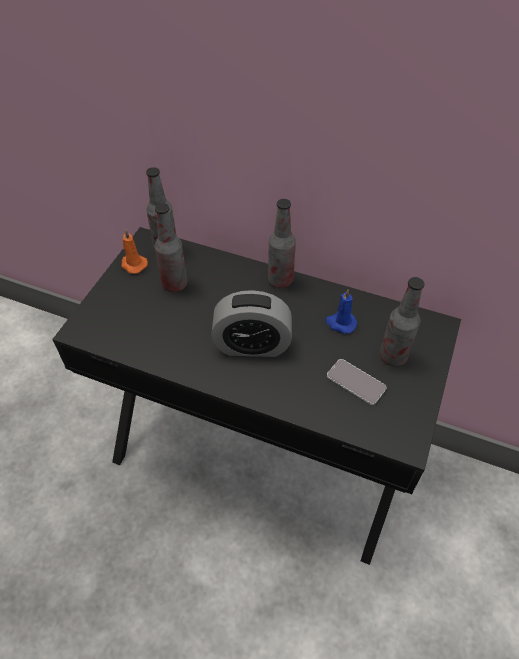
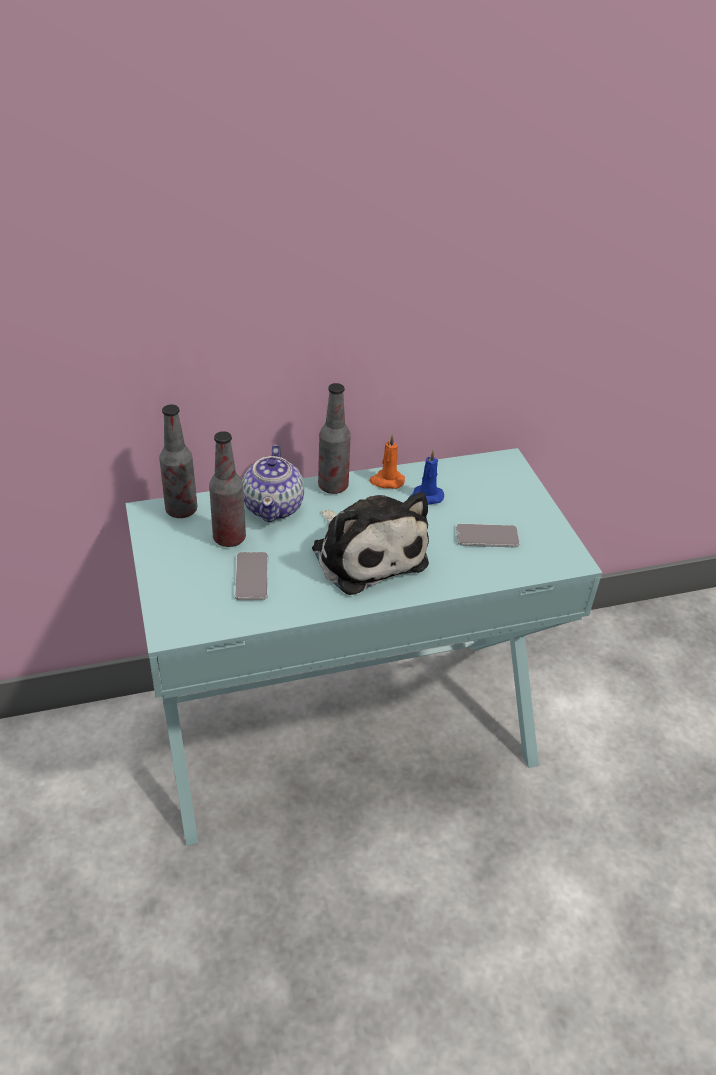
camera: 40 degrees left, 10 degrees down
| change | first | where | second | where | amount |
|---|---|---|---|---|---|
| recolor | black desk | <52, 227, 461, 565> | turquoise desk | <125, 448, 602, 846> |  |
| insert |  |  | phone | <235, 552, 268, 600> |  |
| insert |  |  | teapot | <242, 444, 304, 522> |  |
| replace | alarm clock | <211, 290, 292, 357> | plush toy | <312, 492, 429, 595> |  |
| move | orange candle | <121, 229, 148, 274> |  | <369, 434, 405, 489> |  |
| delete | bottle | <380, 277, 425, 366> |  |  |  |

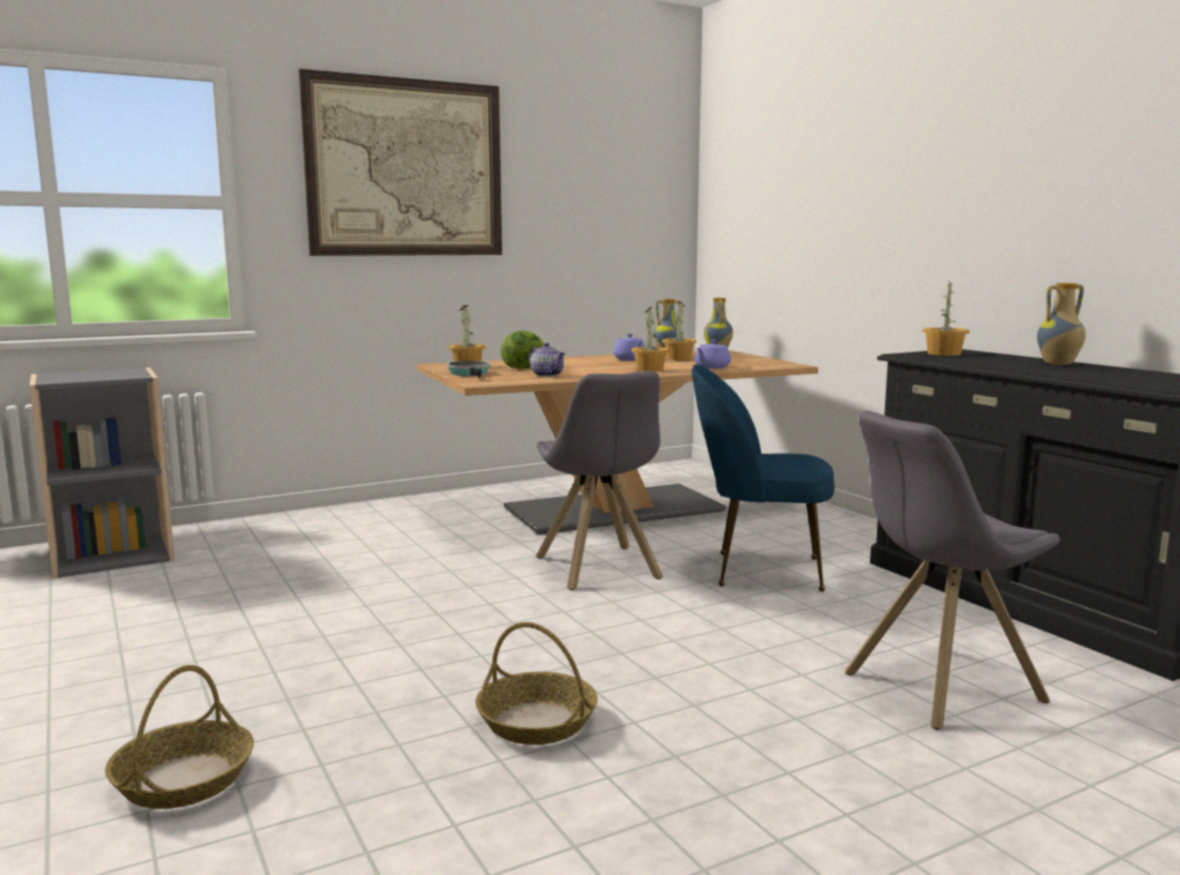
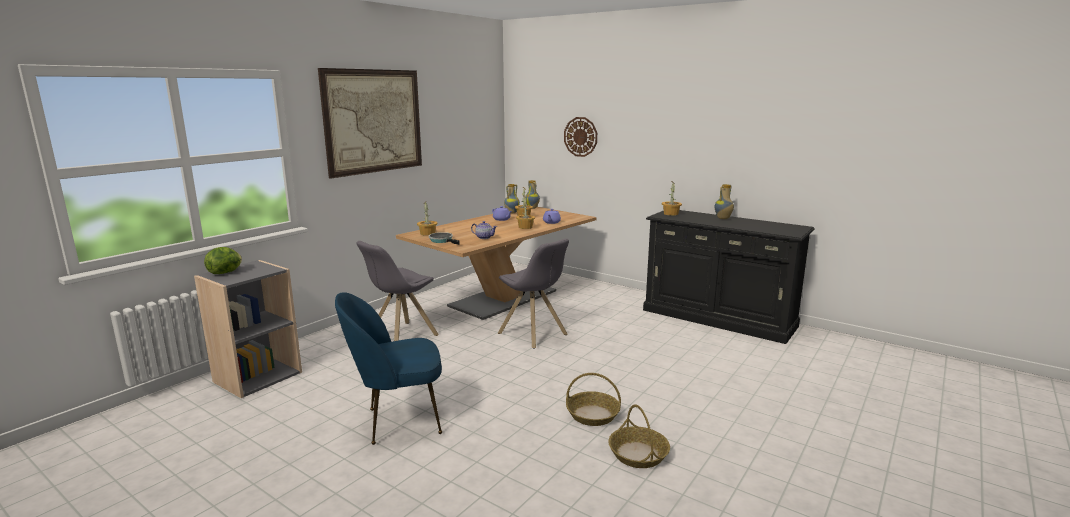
camera: 25 degrees left, 5 degrees up
| change | first | where | second | where | amount |
|---|---|---|---|---|---|
| move | lettuce | <501, 330, 544, 369> |  | <204, 247, 242, 274> |  |
| move | blue chair | <692, 364, 834, 592> |  | <335, 292, 442, 445> |  |
| move | grey chair | <845, 410, 1060, 730> |  | <357, 241, 438, 341> |  |
| insert |  |  | wall clock | <564, 117, 597, 157> |  |
| move | basket | <105, 665, 254, 809> |  | <608, 404, 670, 468> |  |

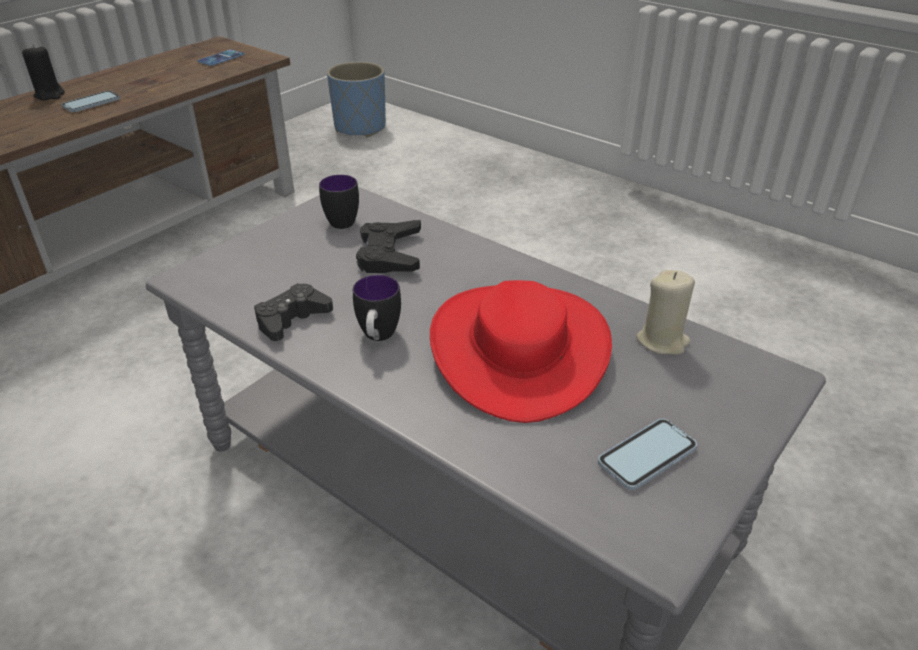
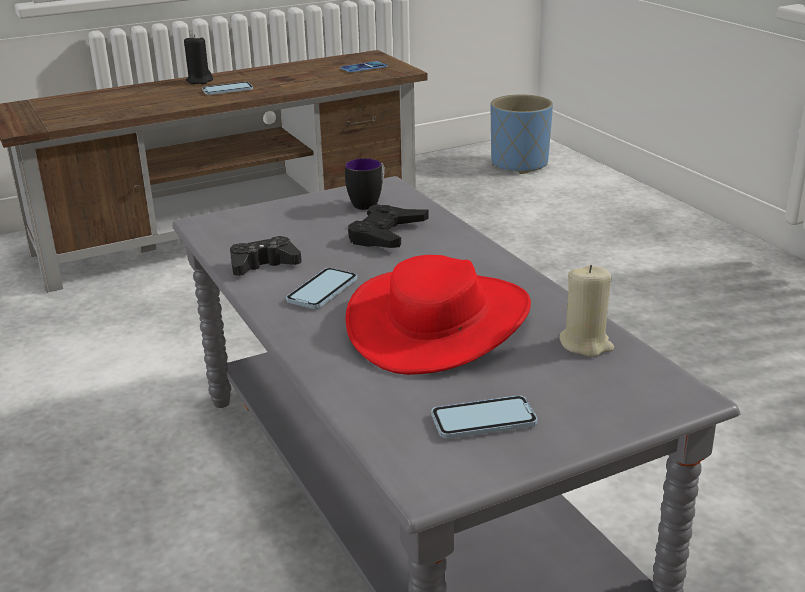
camera: 25 degrees right, 10 degrees down
| change | first | where | second | where | amount |
|---|---|---|---|---|---|
| replace | mug | <353, 275, 401, 341> | phone | <286, 268, 357, 309> |  |

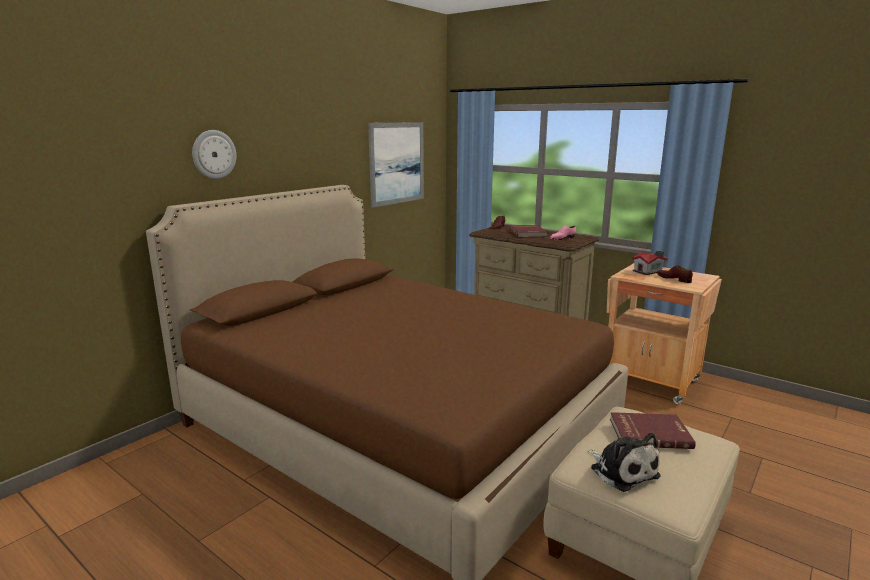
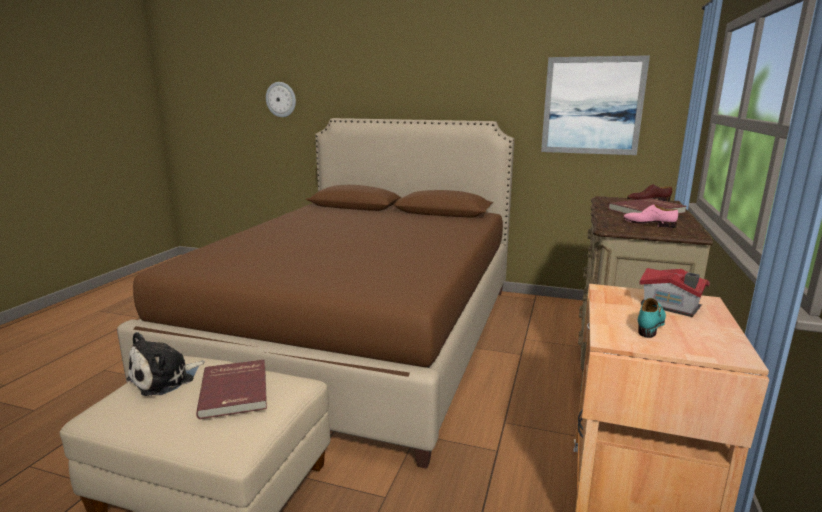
camera: 70 degrees right, 0 degrees up
| change | first | where | second | where | amount |
|---|---|---|---|---|---|
| move | wall clock | <192, 130, 236, 179> |  | <266, 82, 296, 117> |  |
| recolor | brown shoe | <657, 265, 693, 283> | turquoise shoe | <638, 298, 666, 338> |  |

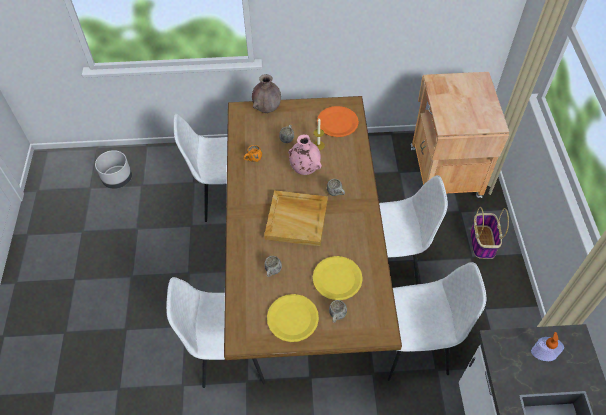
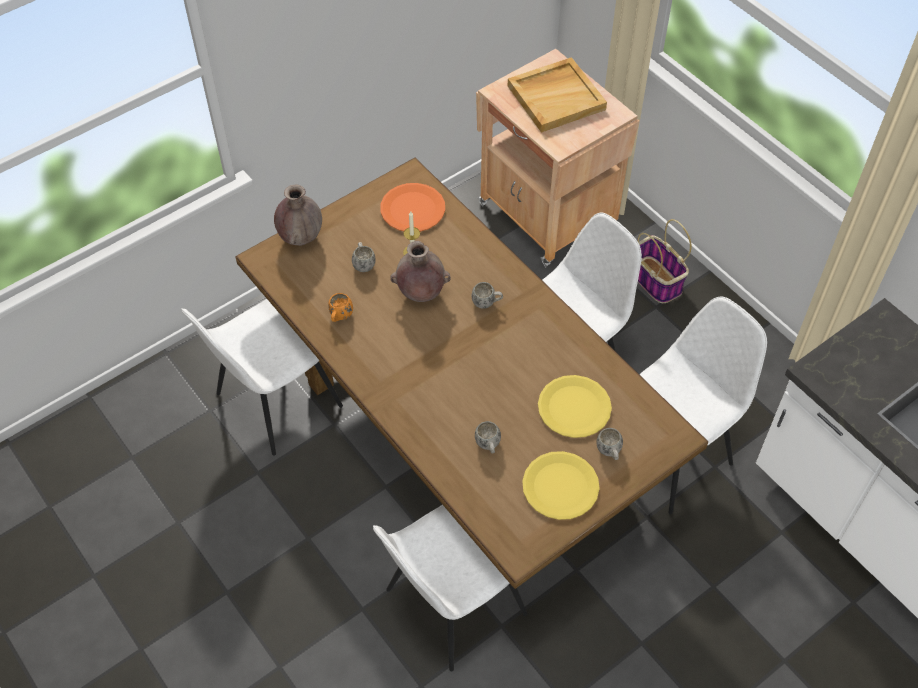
camera: 35 degrees left, 0 degrees up
| change | first | where | second | where | amount |
|---|---|---|---|---|---|
| recolor | pink vase | <288, 134, 322, 175> | brown vase | <390, 241, 451, 302> |  |
| move | beige tray | <264, 190, 328, 246> |  | <508, 57, 607, 133> |  |
| delete | grey planter | <95, 150, 132, 189> |  |  |  |
| delete | soap dispenser | <531, 332, 564, 361> |  |  |  |

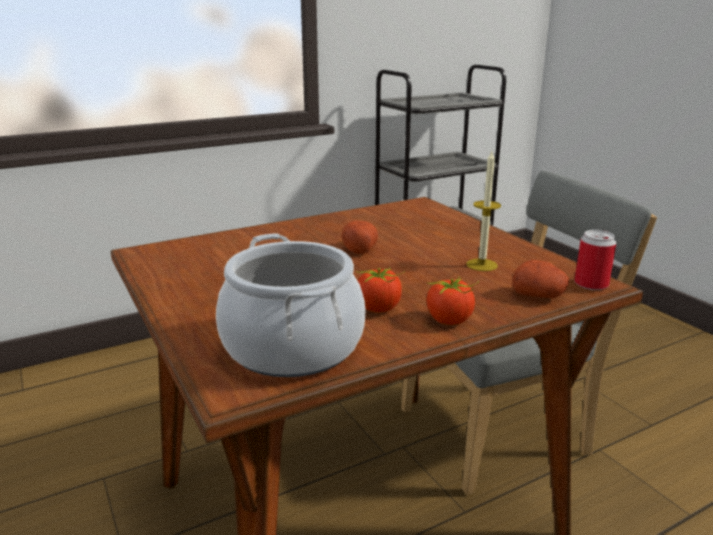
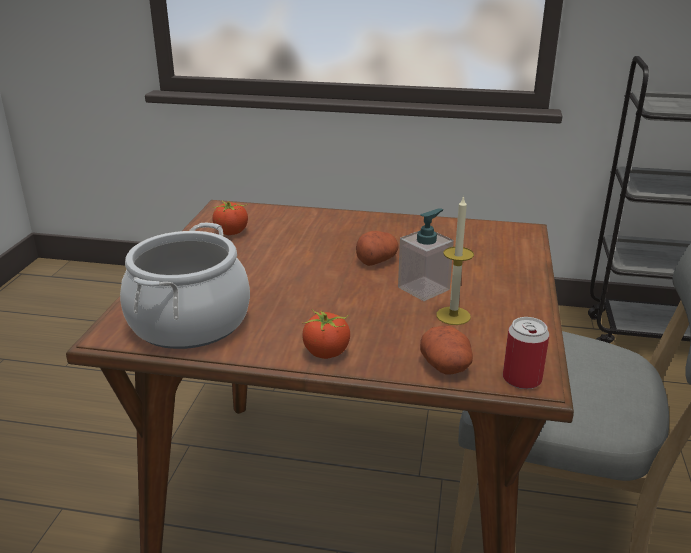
camera: 40 degrees right, 5 degrees up
| change | first | where | second | where | amount |
|---|---|---|---|---|---|
| move | tomato | <356, 267, 405, 313> |  | <211, 201, 248, 235> |  |
| insert |  |  | soap dispenser | <398, 208, 454, 301> |  |

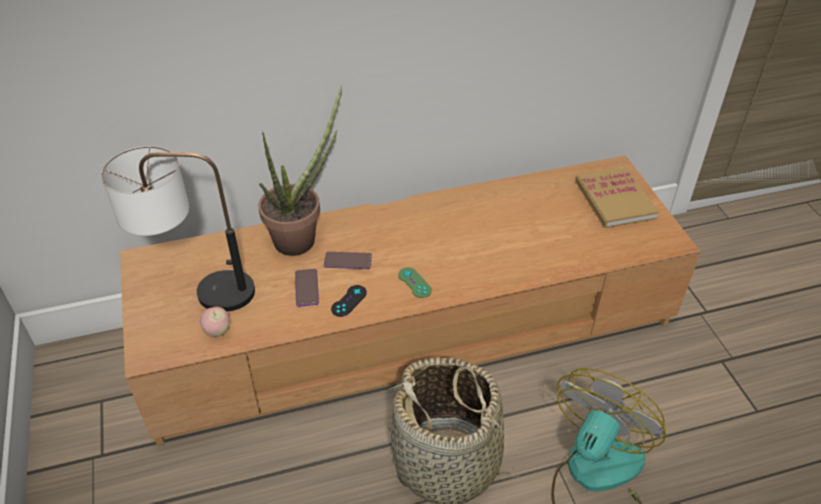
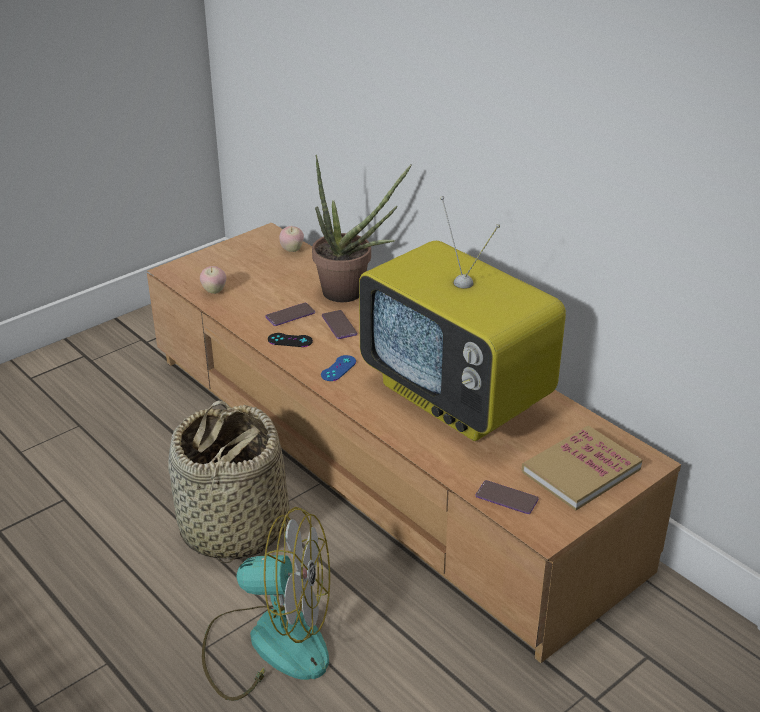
camera: 65 degrees right, 10 degrees down
| change | first | where | second | where | amount |
|---|---|---|---|---|---|
| insert |  |  | apple | <279, 226, 304, 252> |  |
| recolor | green game controller | <398, 267, 432, 298> | blue game controller | <321, 355, 356, 381> |  |
| insert |  |  | television | <359, 196, 566, 441> |  |
| insert |  |  | phone | <476, 480, 539, 514> |  |
| delete | table lamp | <101, 146, 255, 311> |  |  |  |

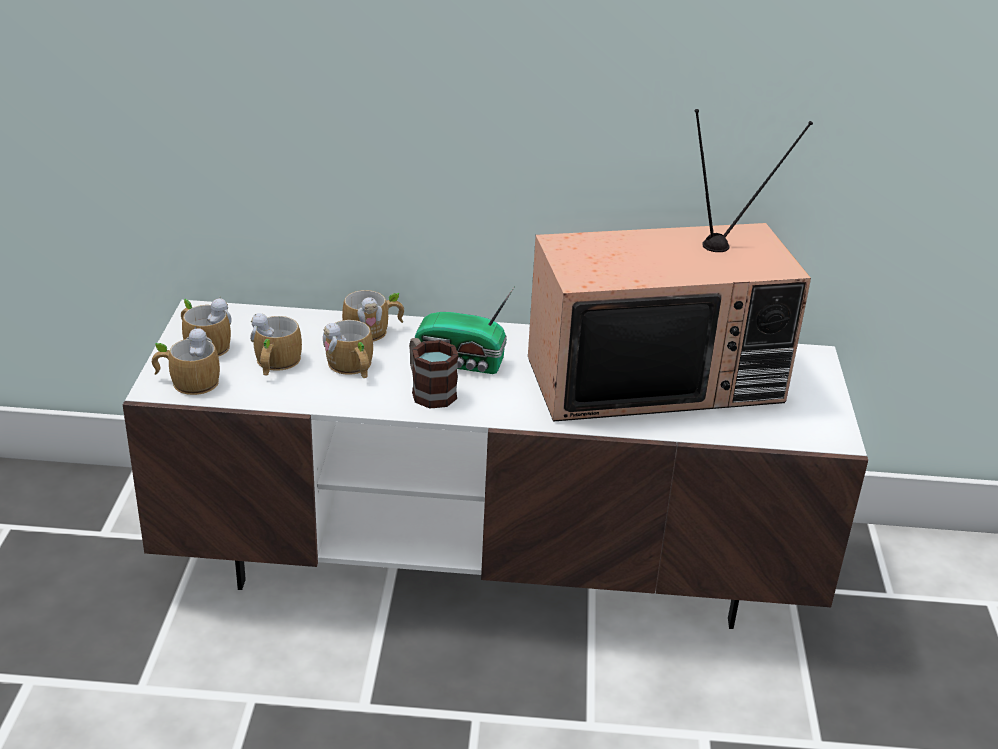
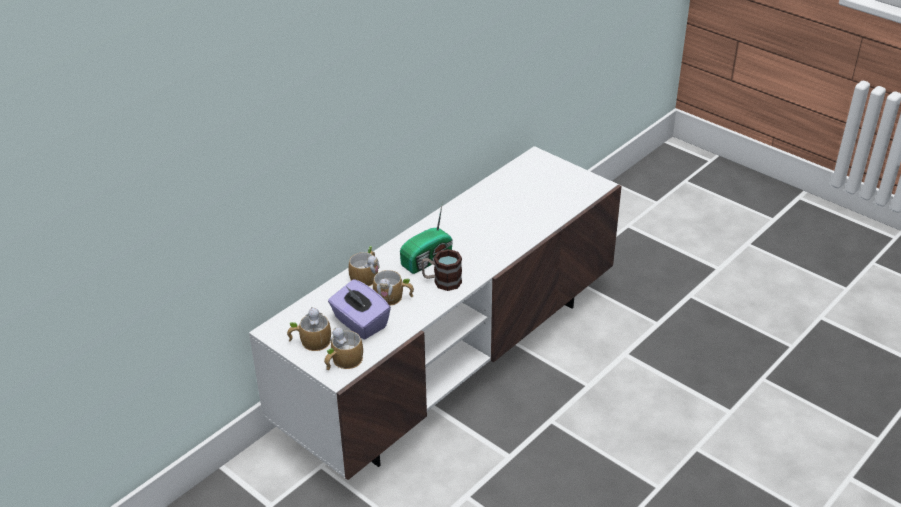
camera: 50 degrees left, 5 degrees up
| change | first | where | second | where | amount |
|---|---|---|---|---|---|
| replace | mug | <250, 313, 302, 375> | purple tissue box | <328, 279, 391, 339> |  |
| delete | television | <528, 109, 813, 422> |  |  |  |

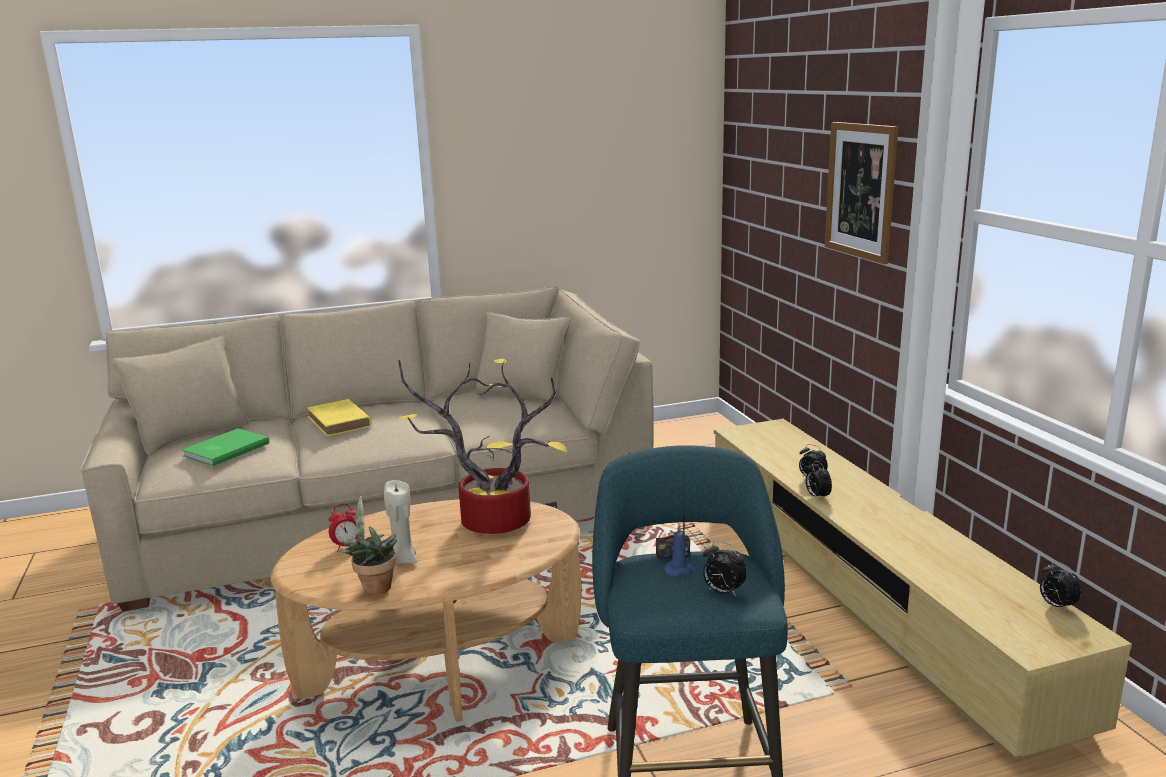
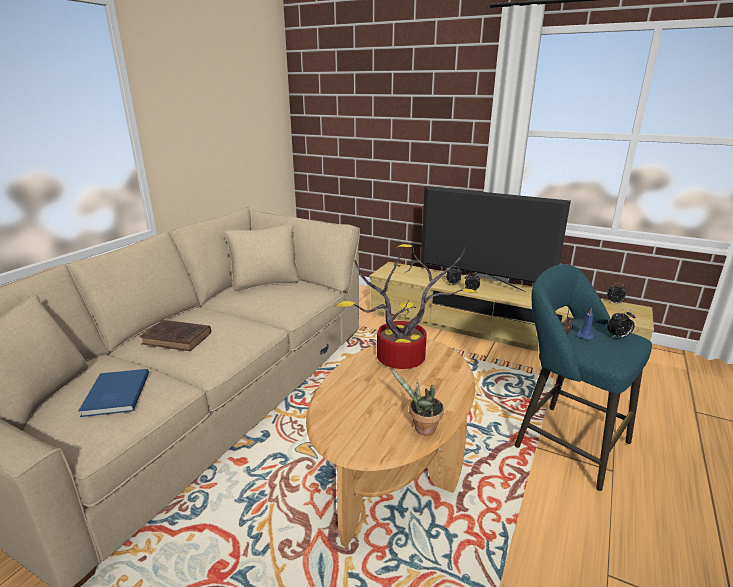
camera: 45 degrees left, 5 degrees up
| change | first | where | second | where | amount |
|---|---|---|---|---|---|
| recolor | green book | <182, 428, 269, 466> | blue book | <78, 369, 149, 417> |  |
| recolor | yellow book | <307, 399, 372, 436> | brown book | <140, 320, 211, 351> |  |
| insert |  |  | television | <421, 186, 571, 292> |  |
| delete | alarm clock | <328, 504, 358, 551> |  |  |  |
| delete | beige candle | <384, 480, 417, 565> |  |  |  |
| delete | picture | <825, 122, 898, 264> |  |  |  |

